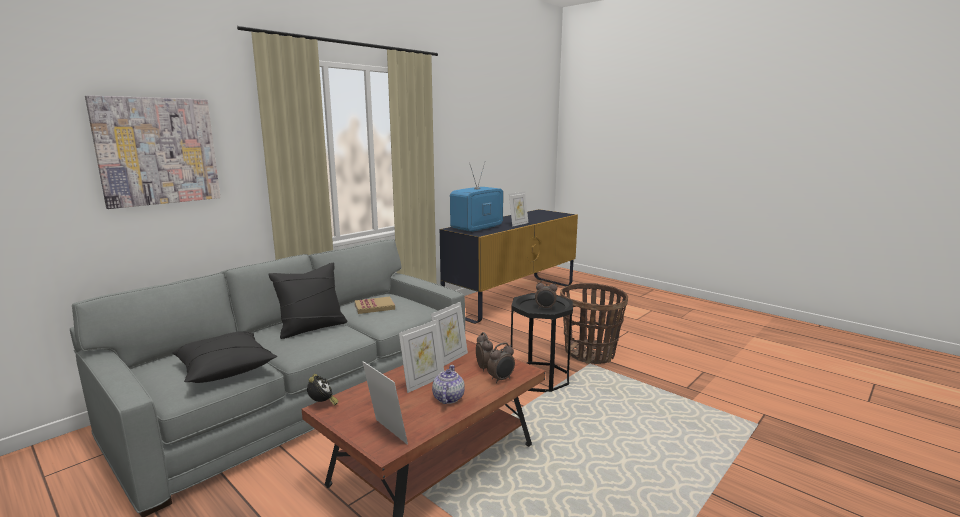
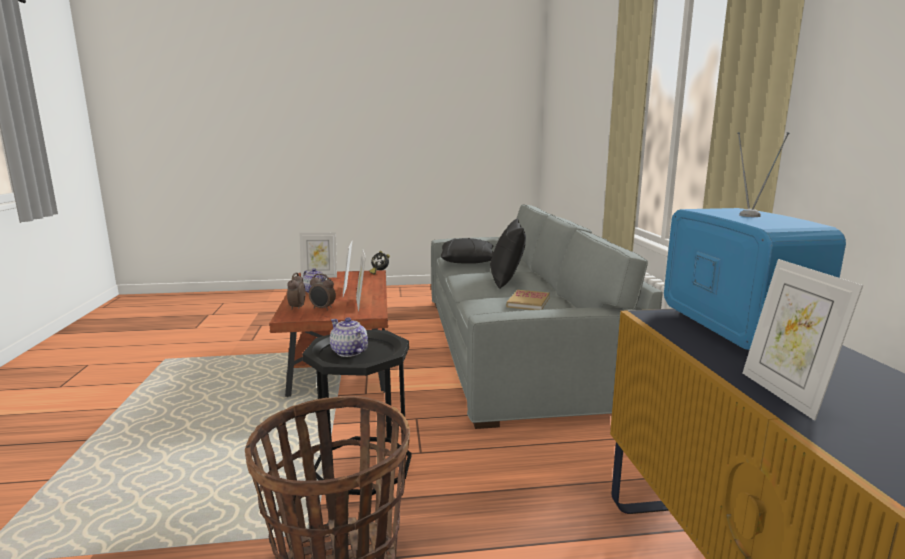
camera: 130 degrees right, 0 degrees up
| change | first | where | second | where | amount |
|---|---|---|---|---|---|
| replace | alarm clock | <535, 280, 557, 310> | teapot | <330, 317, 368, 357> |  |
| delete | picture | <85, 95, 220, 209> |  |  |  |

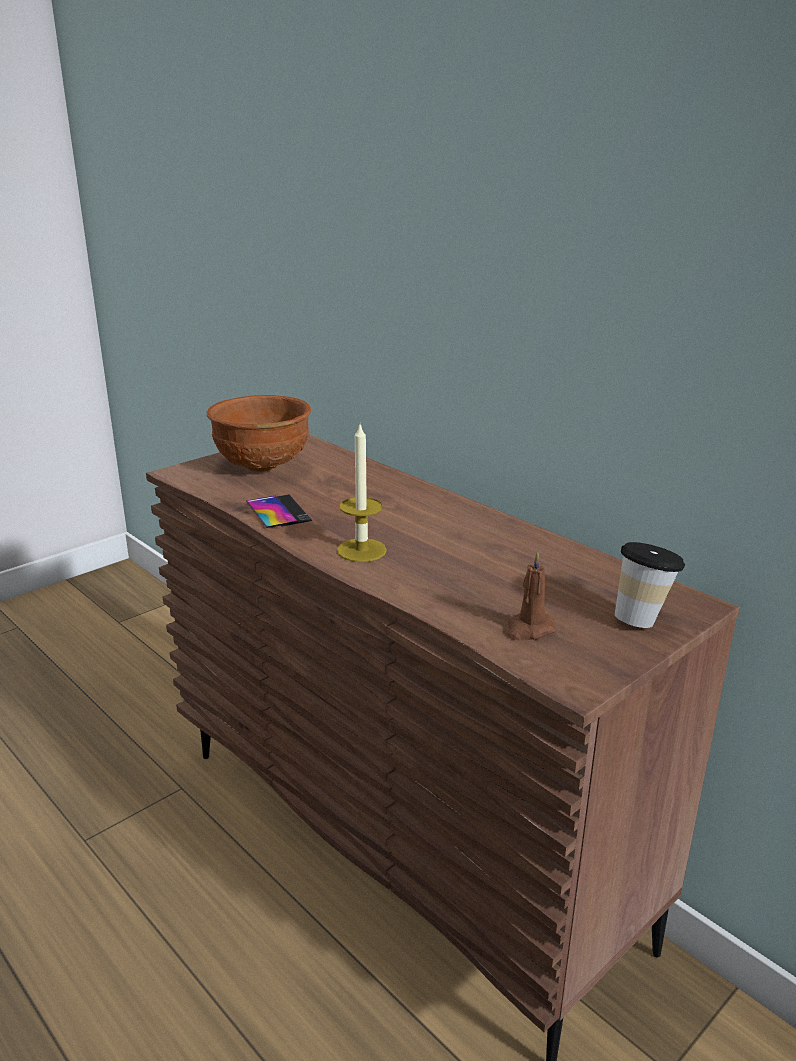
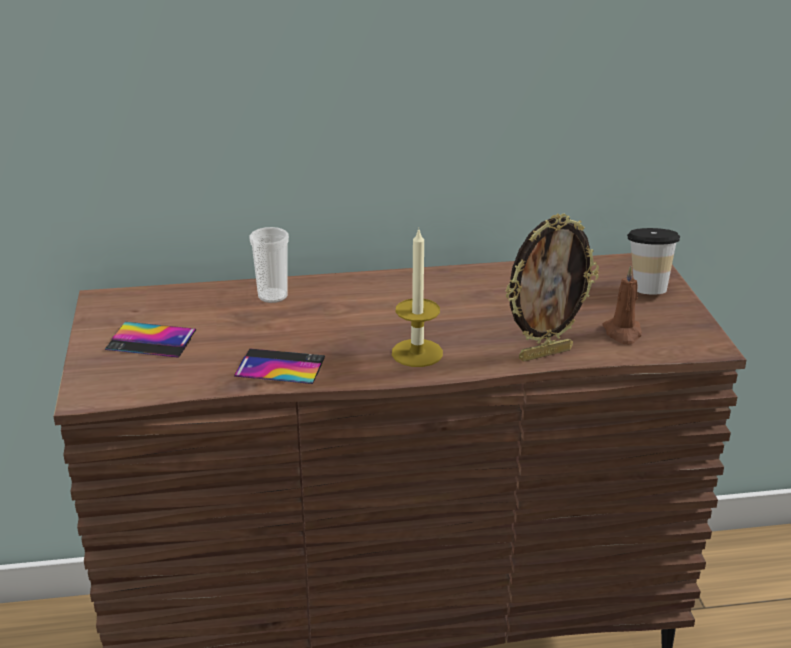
camera: 55 degrees left, 5 degrees up
| change | first | where | second | where | amount |
|---|---|---|---|---|---|
| replace | brown bowl | <206, 395, 311, 472> | phone | <105, 322, 196, 358> |  |
| insert |  |  | cup | <249, 227, 289, 303> |  |
| insert |  |  | picture frame | <505, 213, 599, 362> |  |

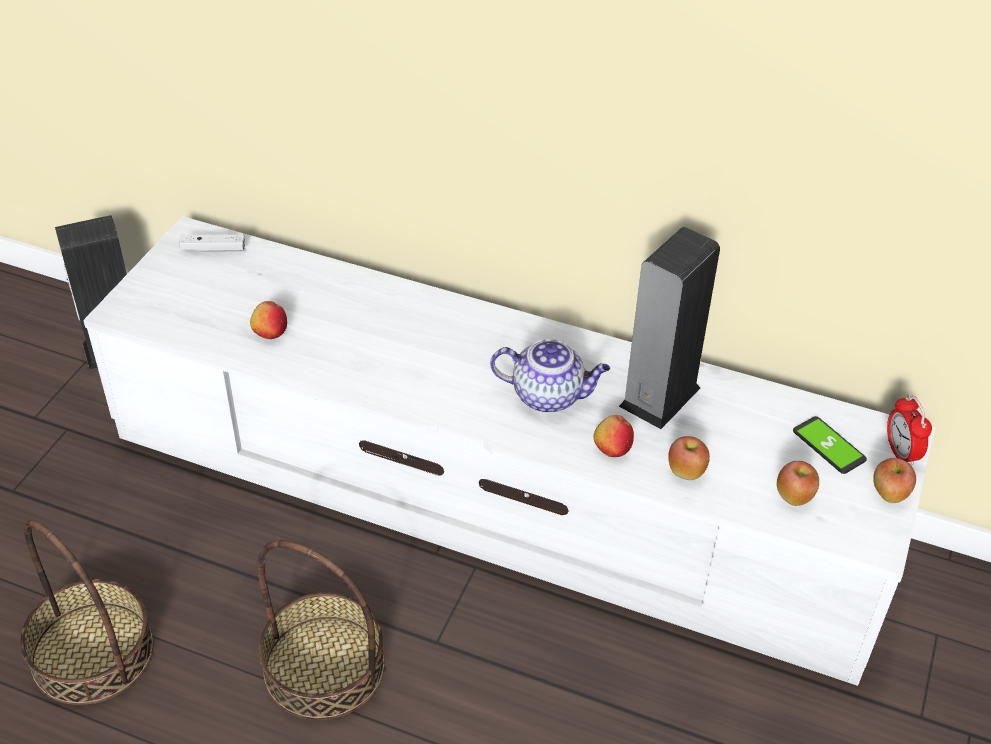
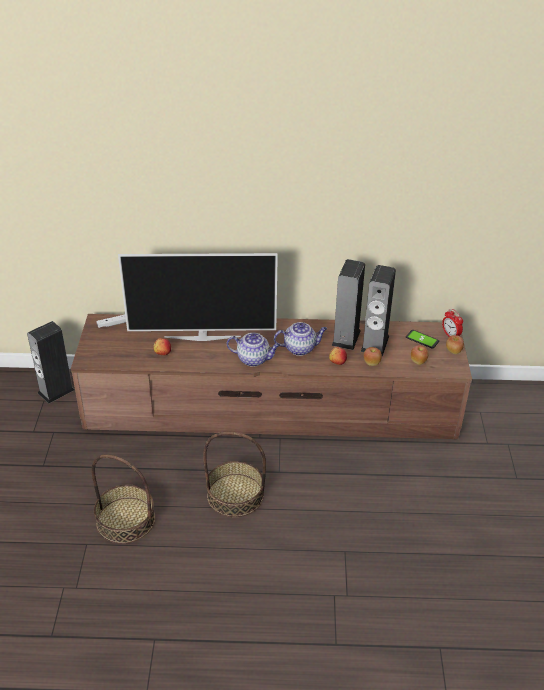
camera: 20 degrees left, 5 degrees down
| change | first | where | second | where | amount |
|---|---|---|---|---|---|
| recolor | white tv stand | <83, 216, 936, 686> | brown tv stand | <71, 314, 472, 439> |  |
| insert |  |  | television | <118, 253, 278, 341> |  |
| insert |  |  | teapot | <227, 333, 280, 367> |  |
| insert |  |  | speaker | <361, 265, 396, 356> |  |

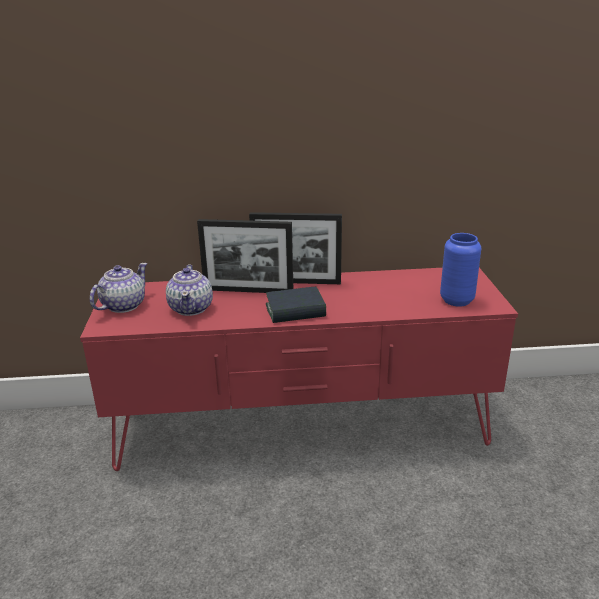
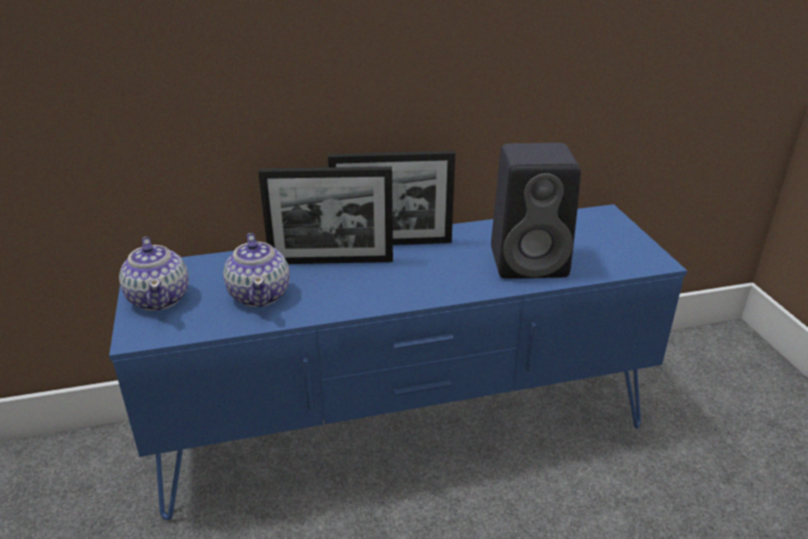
camera: 10 degrees left, 5 degrees up
| change | first | where | second | where | amount |
|---|---|---|---|---|---|
| recolor | red tv stand | <80, 268, 518, 471> | blue tv stand | <109, 204, 687, 520> |  |
| rotate | teapot | <90, 263, 147, 313> |  | <119, 237, 189, 311> | 135 degrees clockwise |
| insert |  |  | black speaker | <491, 143, 581, 279> |  |
| delete | book | <266, 287, 326, 323> |  |  |  |
| delete | blue vase | <440, 233, 481, 306> |  |  |  |

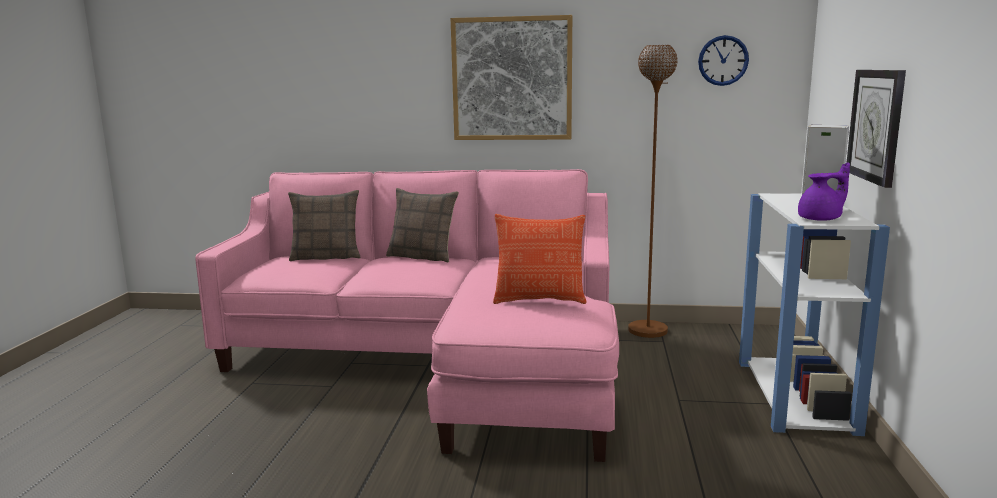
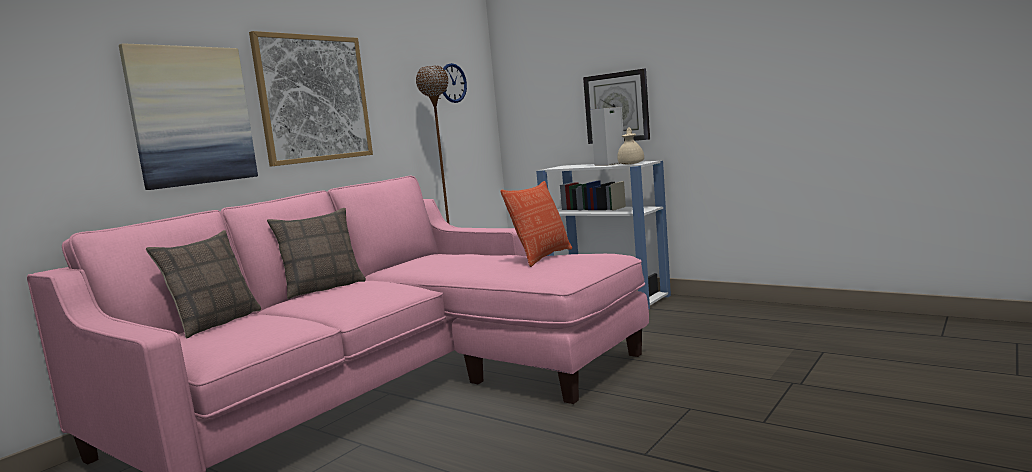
camera: 60 degrees left, 5 degrees down
| change | first | where | second | where | amount |
|---|---|---|---|---|---|
| insert |  |  | picture | <119, 43, 258, 190> |  |
| recolor | purple teapot | <798, 162, 850, 221> | beige teapot | <617, 128, 644, 164> |  |

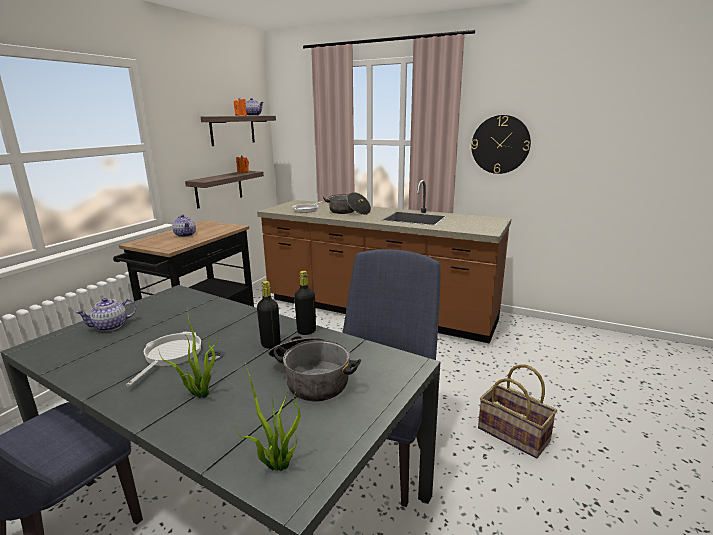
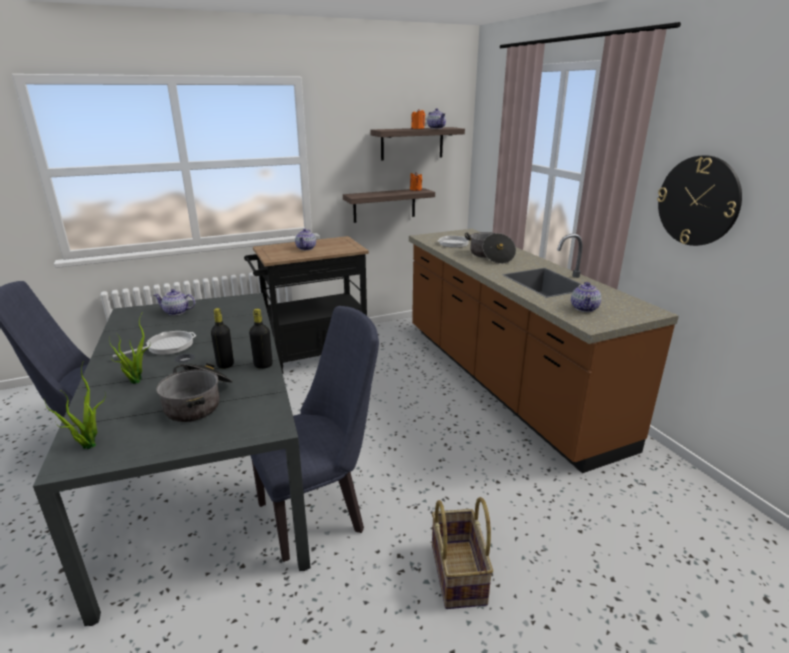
camera: 40 degrees right, 5 degrees up
| change | first | where | second | where | amount |
|---|---|---|---|---|---|
| insert |  |  | teapot | <571, 282, 601, 312> |  |

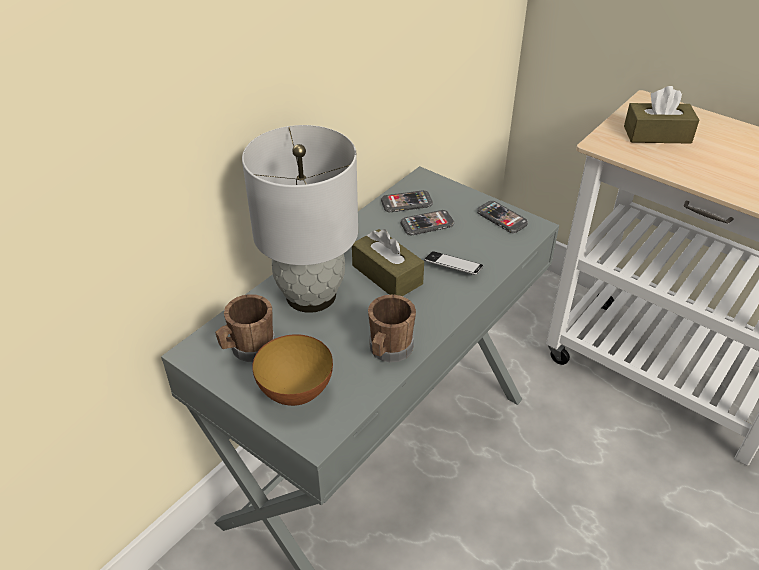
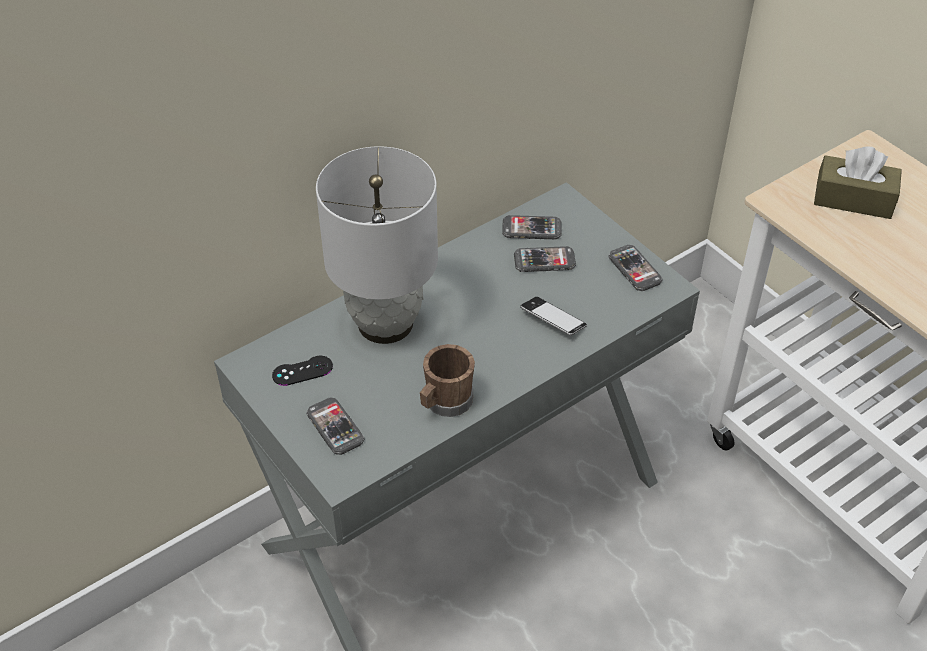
camera: 15 degrees right, 5 degrees up
| change | first | where | second | where | amount |
|---|---|---|---|---|---|
| replace | brown mug | <215, 294, 275, 362> | black game controller | <272, 356, 333, 386> |  |
| replace | bowl | <252, 334, 333, 406> | phone | <306, 398, 365, 455> |  |
| delete | brown tissue box | <352, 229, 424, 296> |  |  |  |

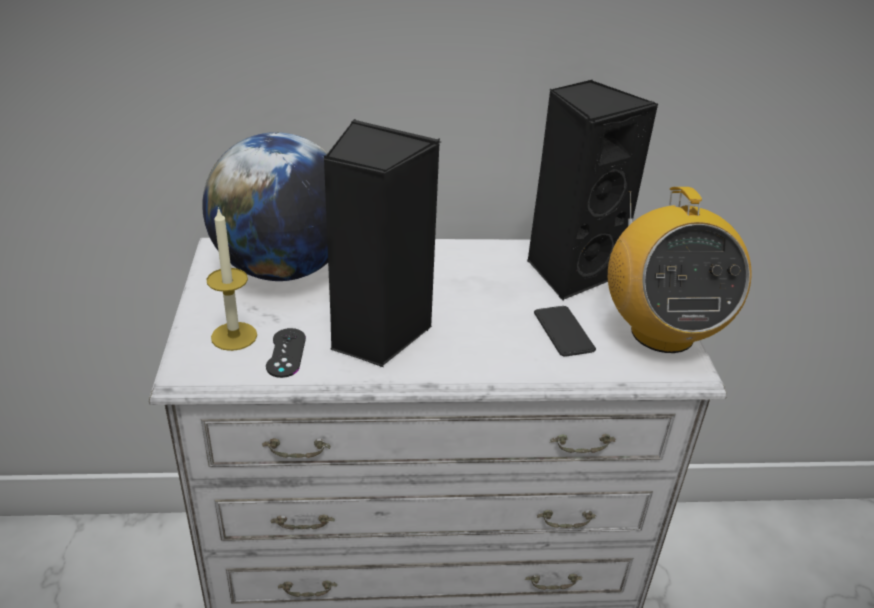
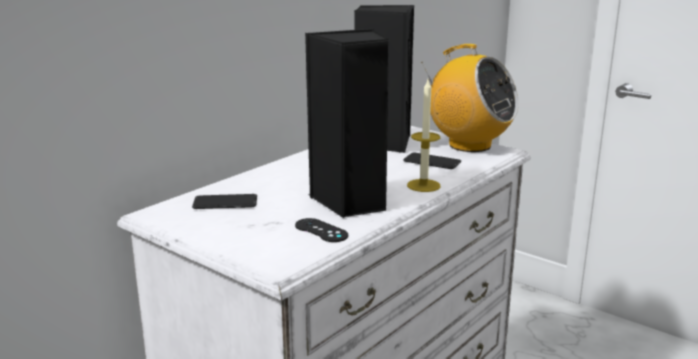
camera: 45 degrees left, 15 degrees down
| change | first | where | second | where | amount |
|---|---|---|---|---|---|
| replace | globe | <202, 132, 328, 281> | phone | <192, 194, 257, 209> |  |
| move | candle | <207, 207, 257, 351> |  | <407, 80, 441, 192> |  |

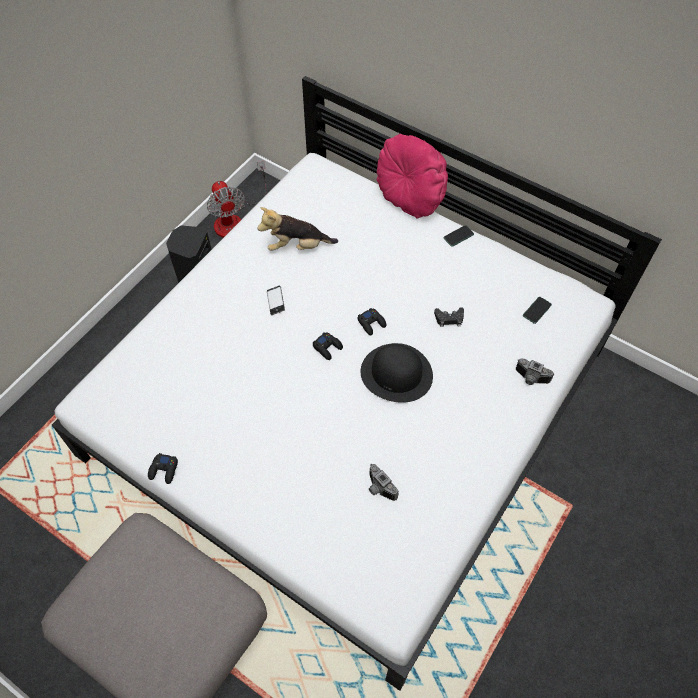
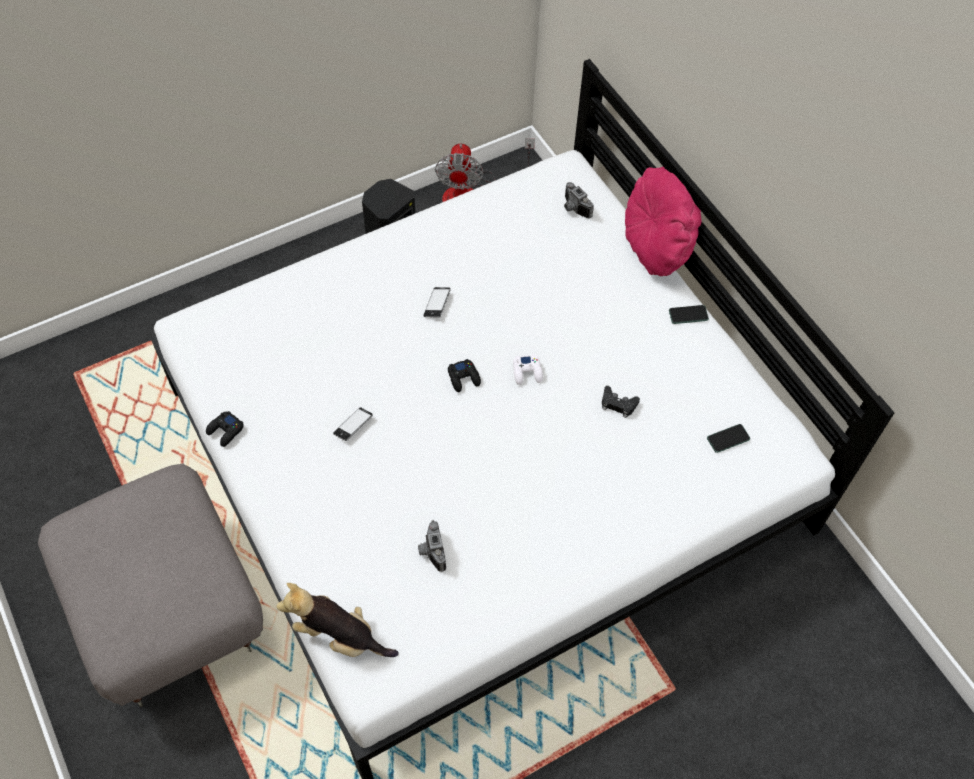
camera: 25 degrees right, 0 degrees up
| change | first | where | second | where | amount |
|---|---|---|---|---|---|
| move | plush toy | <257, 207, 338, 251> |  | <276, 583, 399, 657> |  |
| insert |  |  | phone | <333, 407, 373, 441> |  |
| recolor | black game controller | <358, 308, 386, 335> | white game controller | <513, 354, 543, 385> |  |
| move | photo camera | <516, 358, 554, 385> |  | <564, 182, 594, 218> |  |
| delete | black hat | <361, 343, 433, 403> |  |  |  |

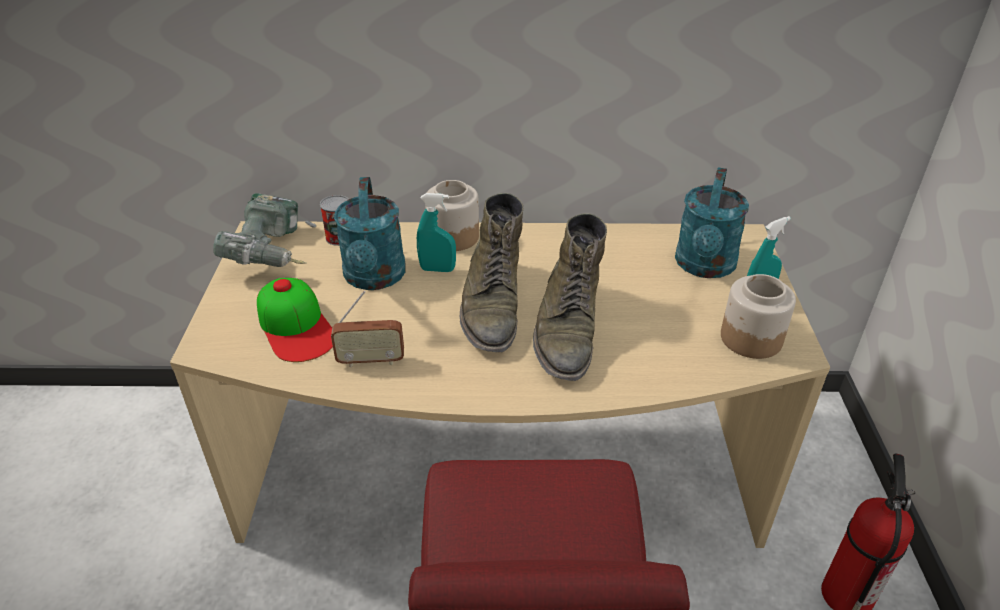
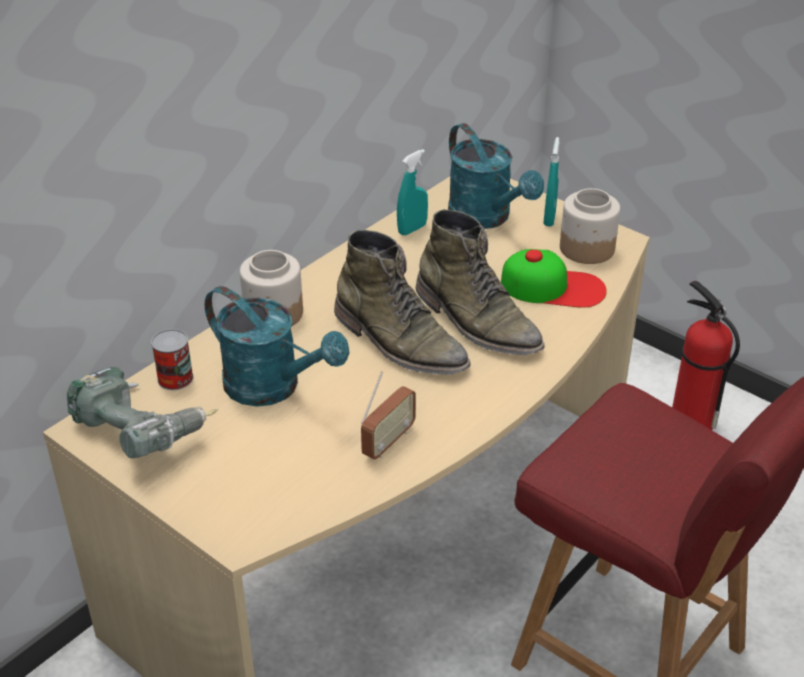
camera: 50 degrees left, 0 degrees up
| change | first | where | second | where | amount |
|---|---|---|---|---|---|
| move | turquoise spray bottle | <417, 193, 456, 272> |  | <397, 149, 428, 235> |  |
| move | cap | <257, 278, 333, 362> |  | <501, 249, 607, 308> |  |

